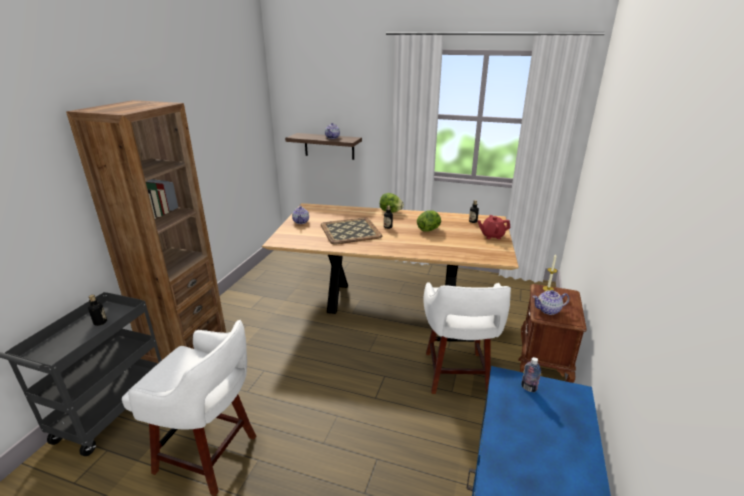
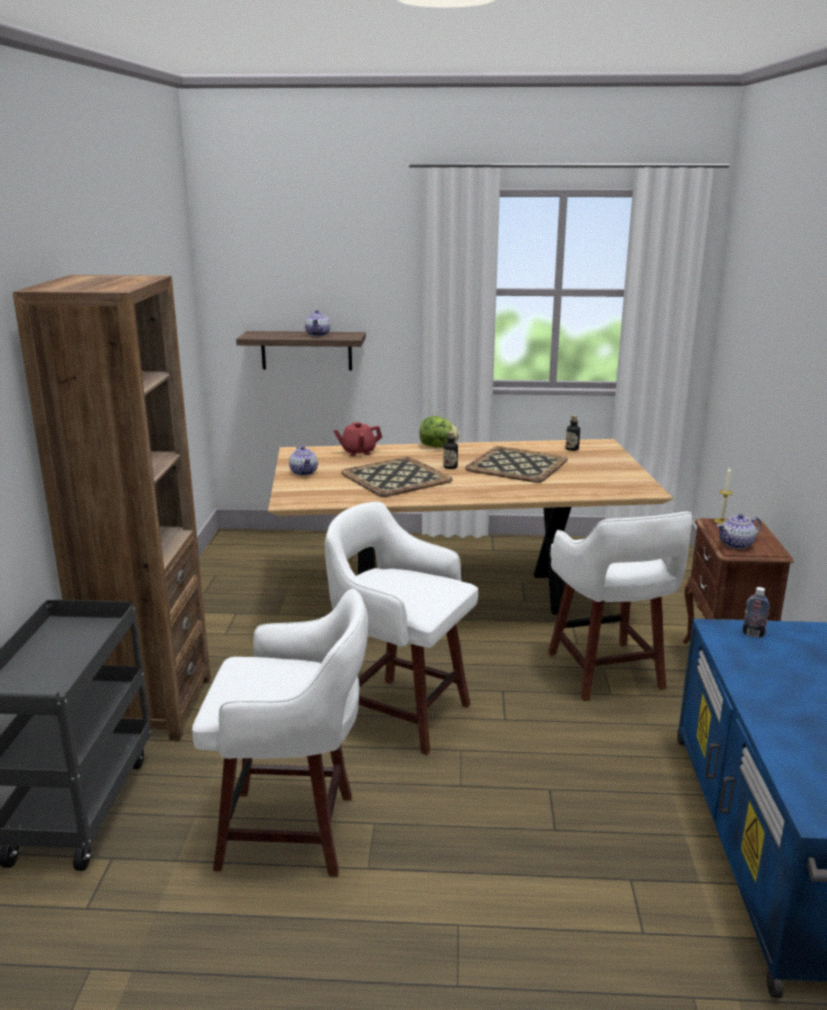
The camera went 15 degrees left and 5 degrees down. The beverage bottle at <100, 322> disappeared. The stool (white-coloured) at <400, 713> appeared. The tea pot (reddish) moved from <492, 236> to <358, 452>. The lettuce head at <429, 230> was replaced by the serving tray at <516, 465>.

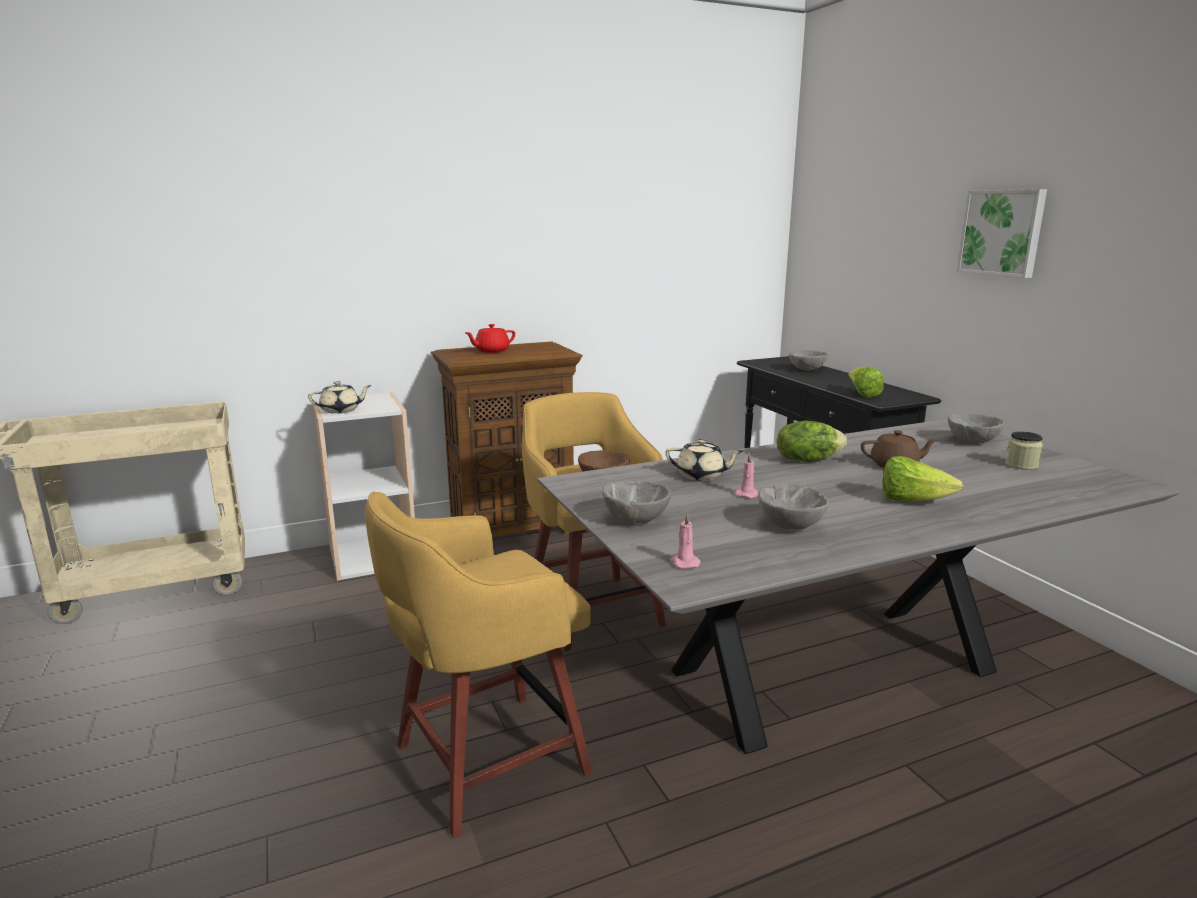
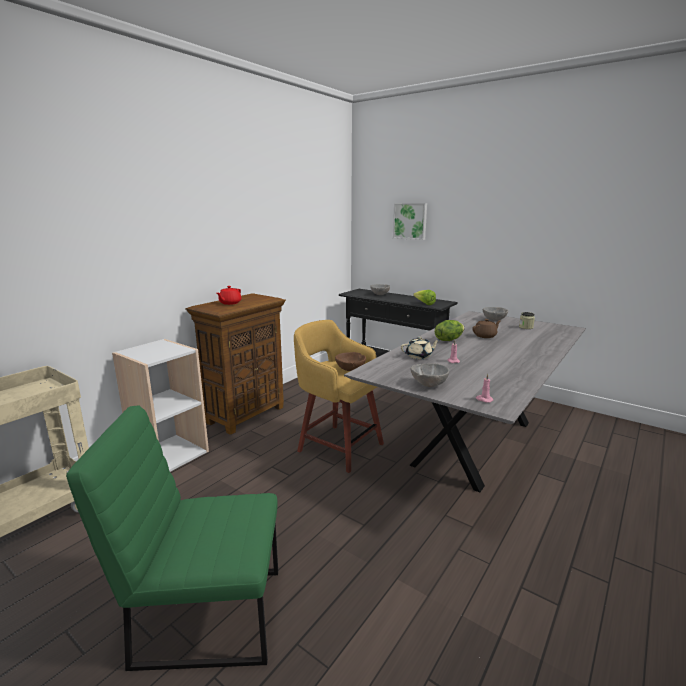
The camera went 30 degrees left and 0 degrees up. The tea pot (sand-coloured) at <341, 410> disappeared. The stool (yellow) at <485, 761> disappeared. The serving bowl (greyish) at <789, 525> disappeared. The lettuce head at <911, 501> disappeared. The chair (green-coloured) at <206, 614> appeared. The wall picture moved from <1002, 232> to <410, 221>.

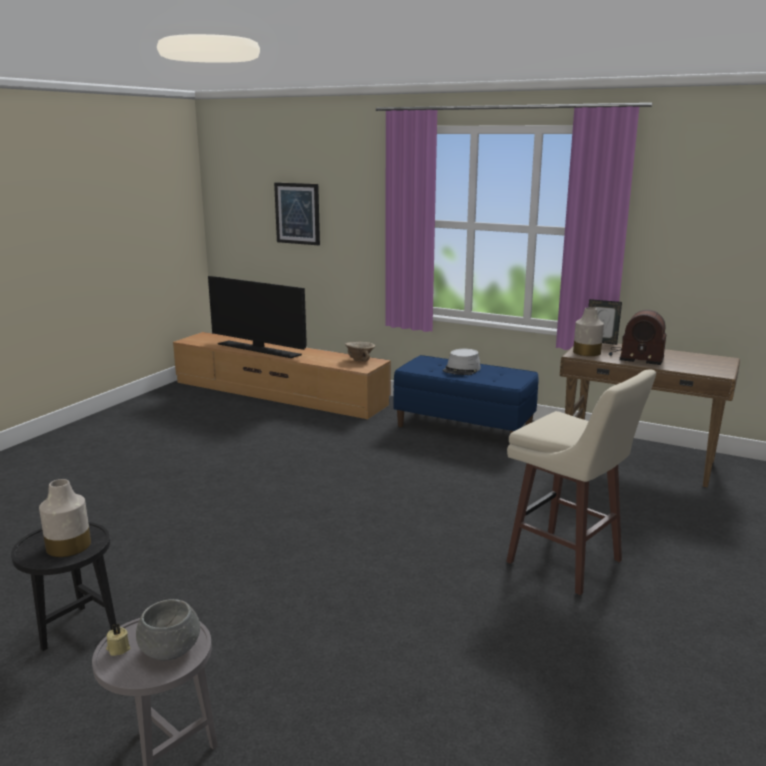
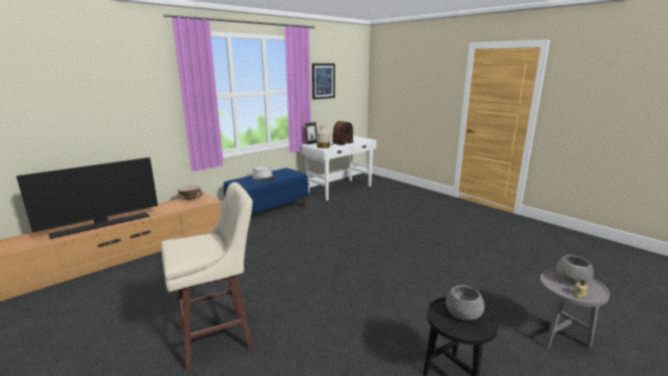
The camera went 70 degrees left and 0 degrees up. The wall picture moved from <297, 213> to <323, 81>. The stool (sand-coloured) moved from <567, 563> to <218, 339>. The vase (sand-coloured) at <68, 546> was replaced by the serving bowl (greyish) at <463, 314>. The console table (brown-coloured) at <639, 460> became the console table (white-coloured) at <339, 189>.

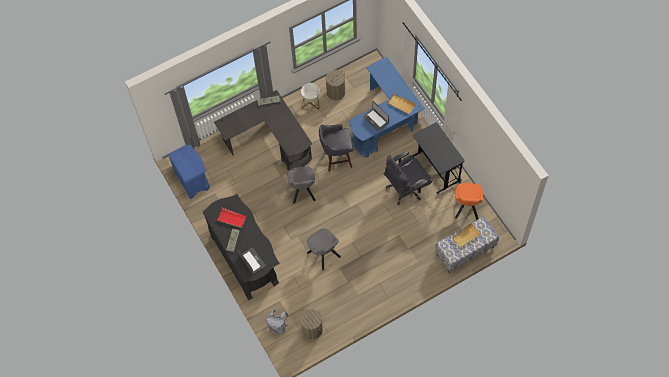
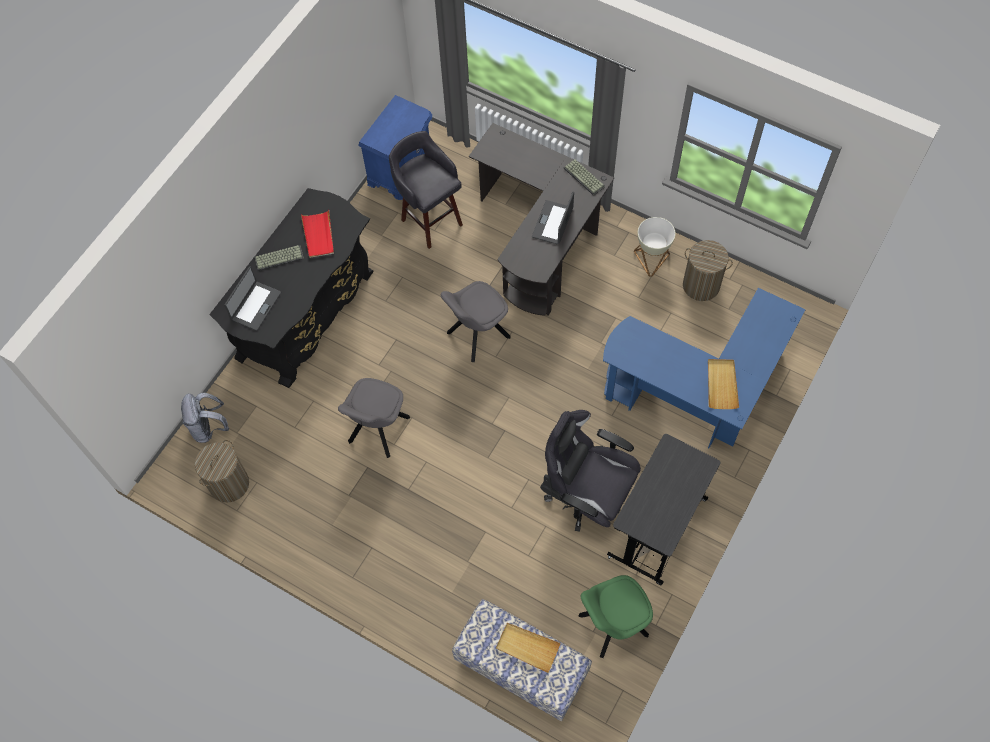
The camera went 60 degrees right and 0 degrees up. The stool (greyish) moved from <336, 159> to <430, 220>. The laptop moved from <375, 119> to <553, 223>. The chair (orangey) at <466, 208> became the chair (green-coloured) at <612, 624>.

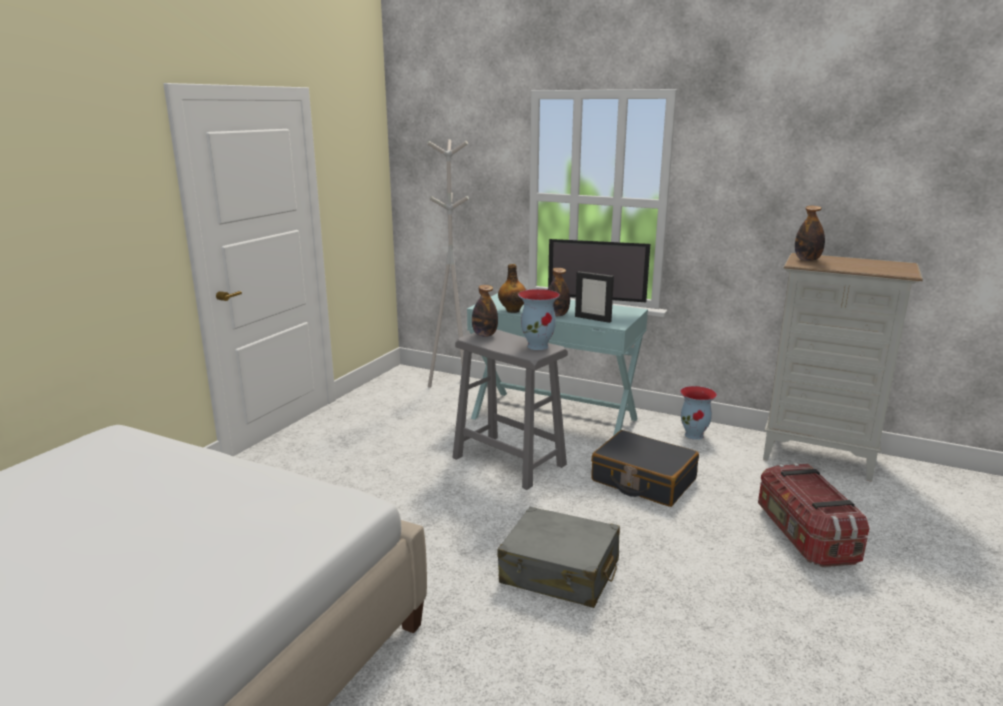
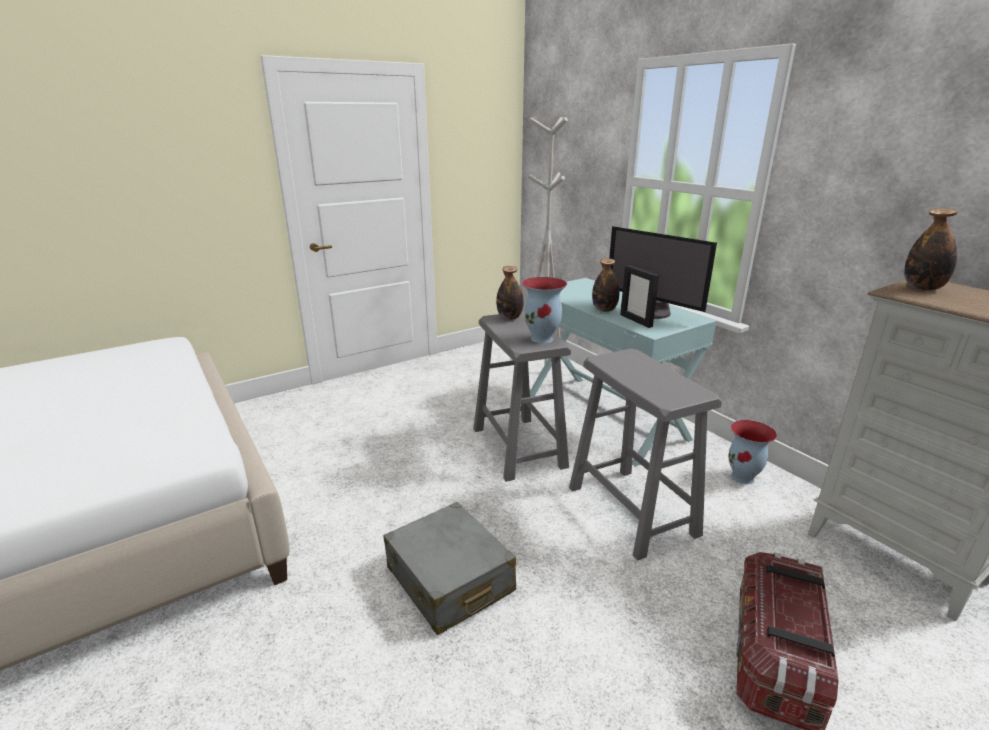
The camera went 30 degrees right and 5 degrees up. The beverage bottle at <512, 310> disappeared. The suitcase (blackish) at <643, 480> was replaced by the stool (greyish) at <632, 511>.

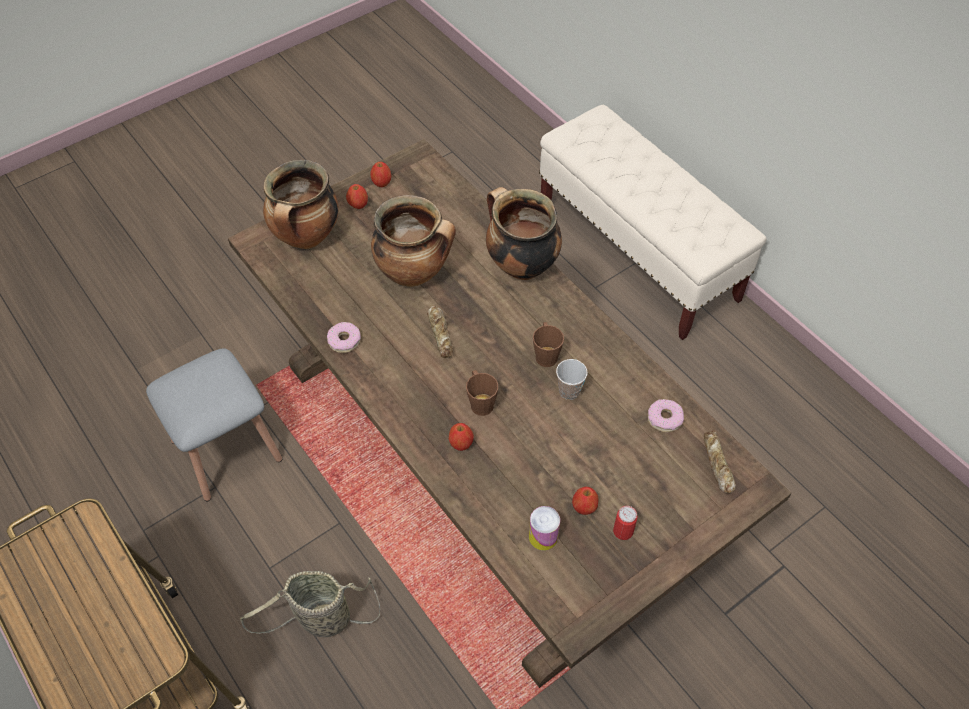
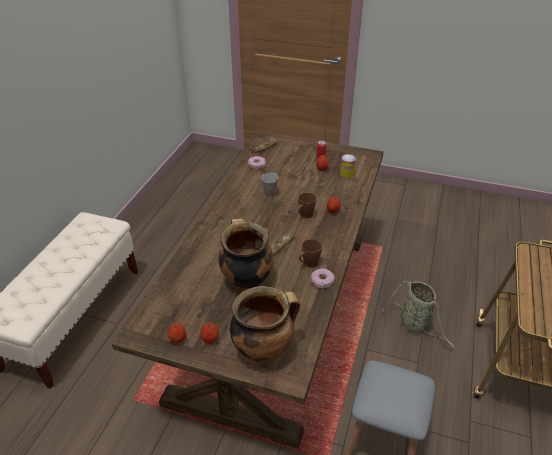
The camera went 125 degrees left and 15 degrees down. The saucepot at <520, 265> disappeared. The coffee mug (brown-coloured) moved from <546, 354> to <308, 264>.

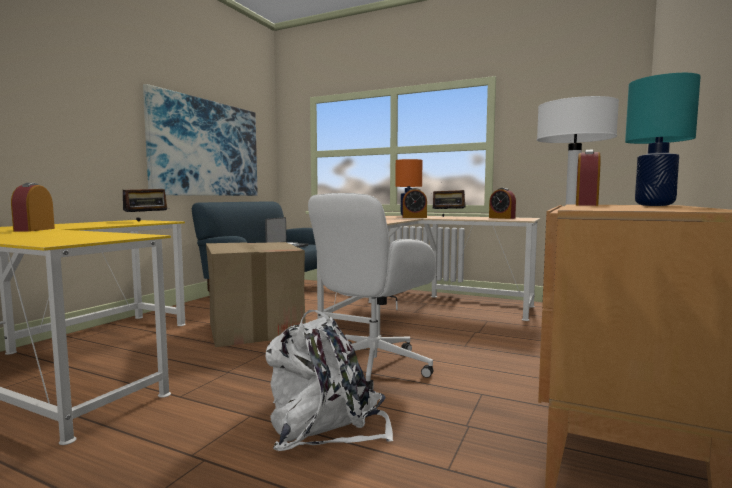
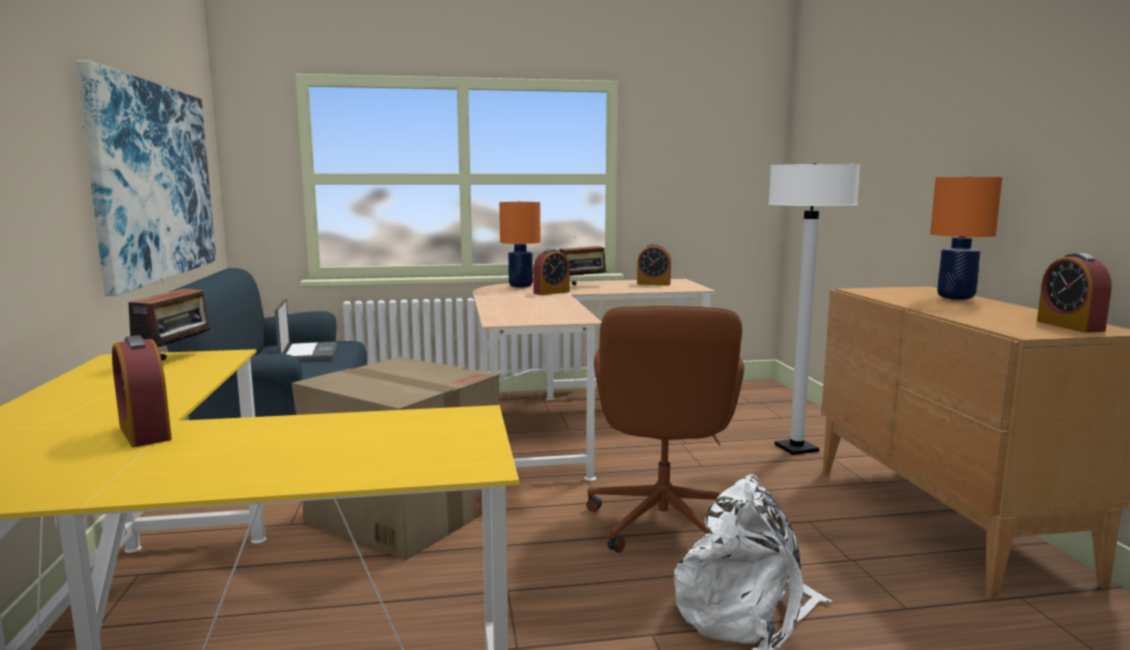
The camera went 35 degrees left and 5 degrees up. The bedside clock moved from <586, 205> to <1070, 326>. The office chair (white-coloured) at <373, 367> became the office chair (brown-coloured) at <662, 523>. The tabletop lamp (turquoise) at <655, 206> became the tabletop lamp (orangey) at <956, 298>.

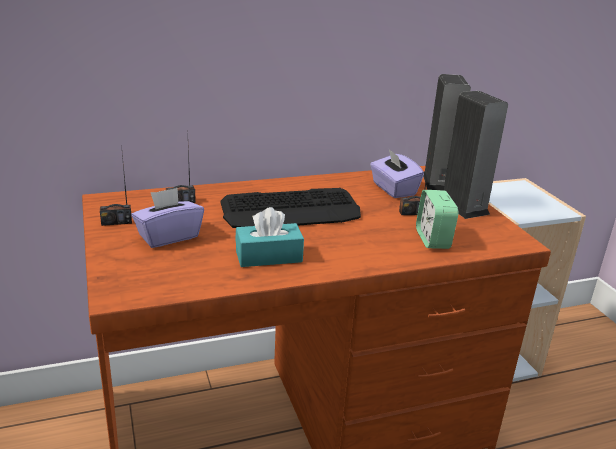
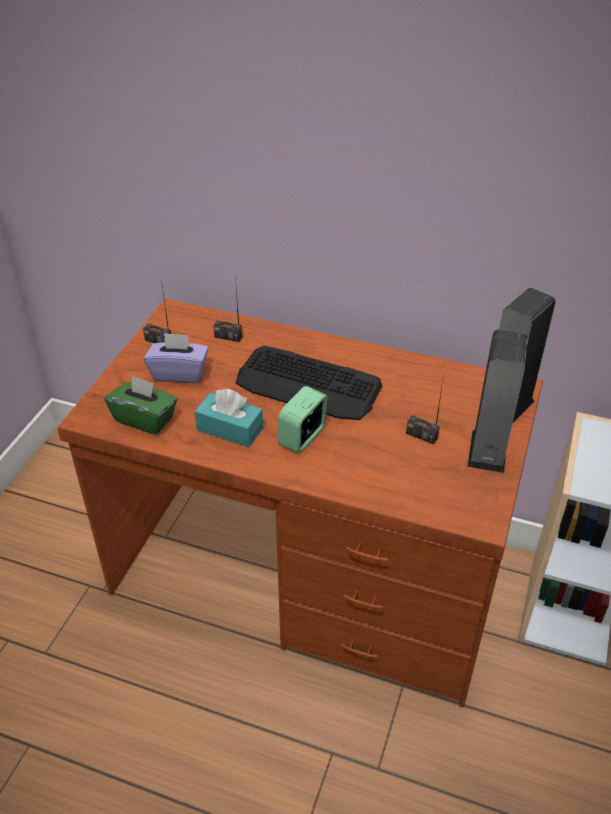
The camera went 40 degrees right and 15 degrees up. The tissue box (purplish) at <393, 189> disappeared. The tissue box (green-coloured) at <145, 419> appeared. The bedside clock moved from <433, 239> to <302, 437>.

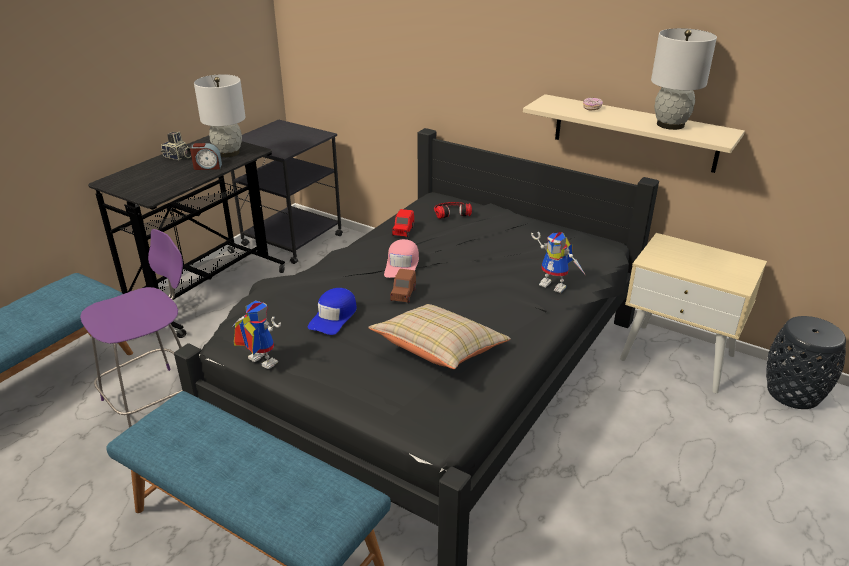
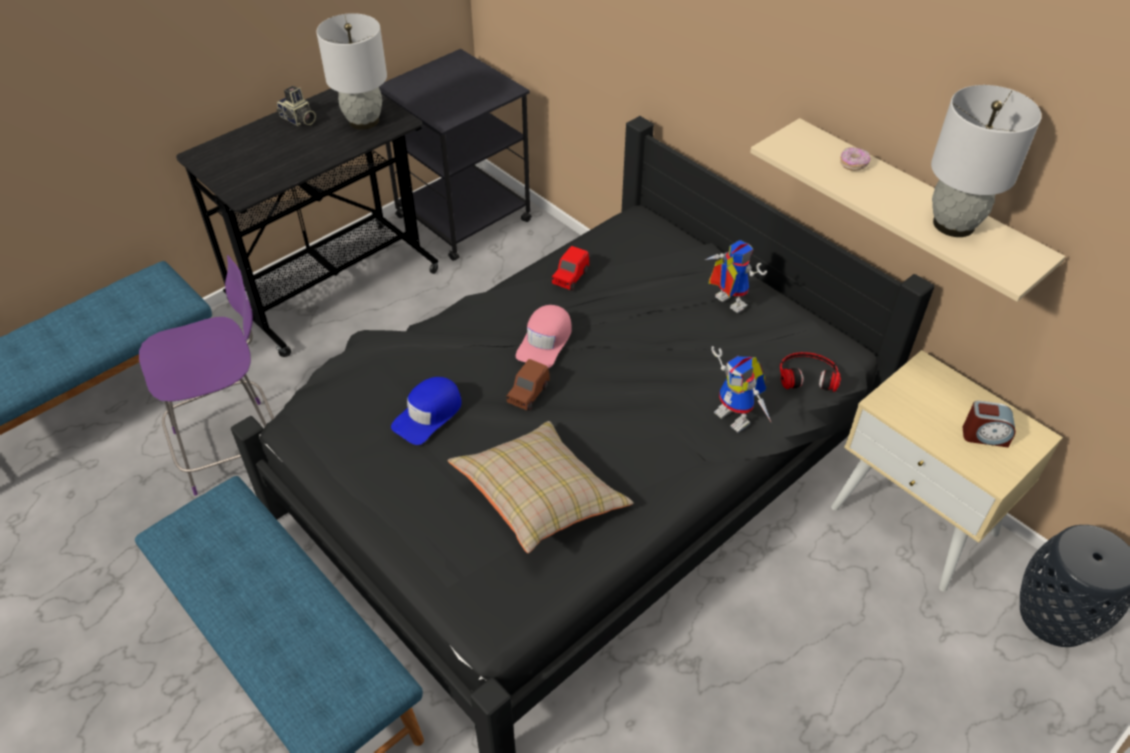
The camera went 15 degrees right and 15 degrees up. The bedside clock moved from <207, 167> to <985, 435>. The toy robot moved from <257, 362> to <725, 303>. The pair of headphones moved from <451, 212> to <807, 375>.

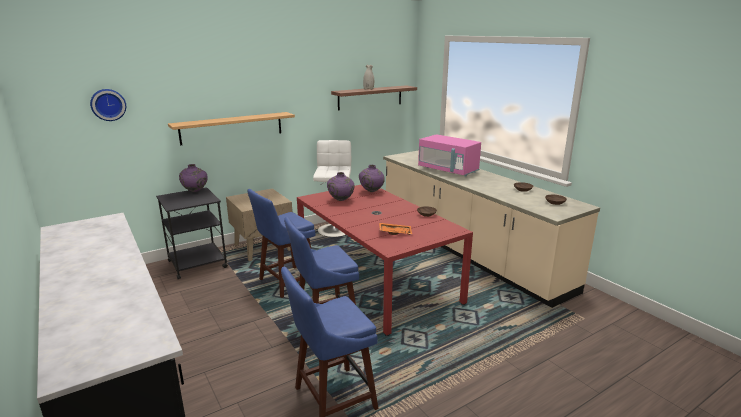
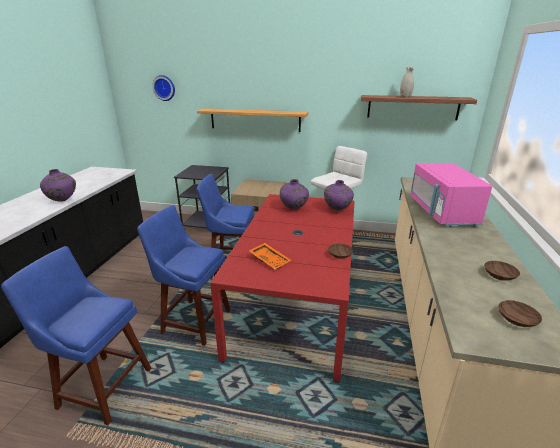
The camera went 45 degrees right and 5 degrees up. The vase (purplish) moved from <195, 191> to <63, 201>.

